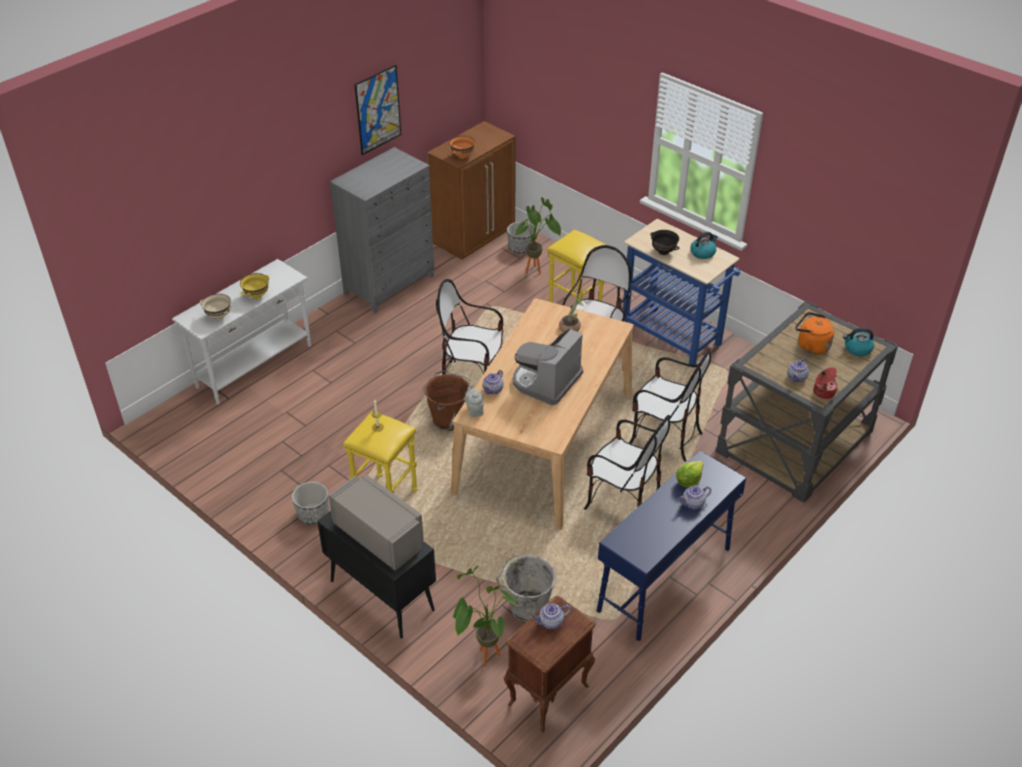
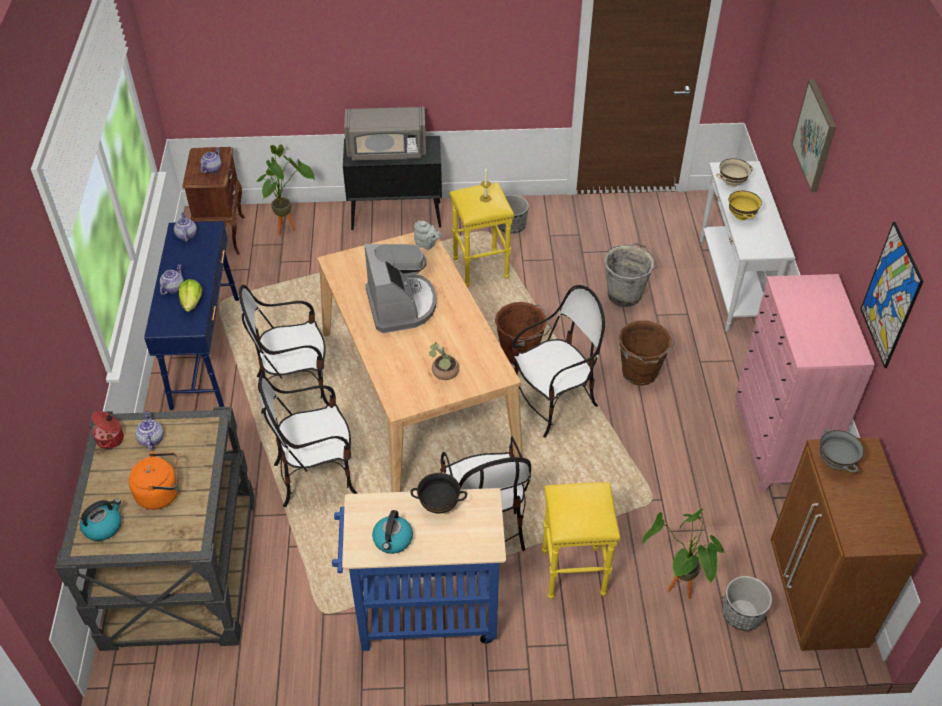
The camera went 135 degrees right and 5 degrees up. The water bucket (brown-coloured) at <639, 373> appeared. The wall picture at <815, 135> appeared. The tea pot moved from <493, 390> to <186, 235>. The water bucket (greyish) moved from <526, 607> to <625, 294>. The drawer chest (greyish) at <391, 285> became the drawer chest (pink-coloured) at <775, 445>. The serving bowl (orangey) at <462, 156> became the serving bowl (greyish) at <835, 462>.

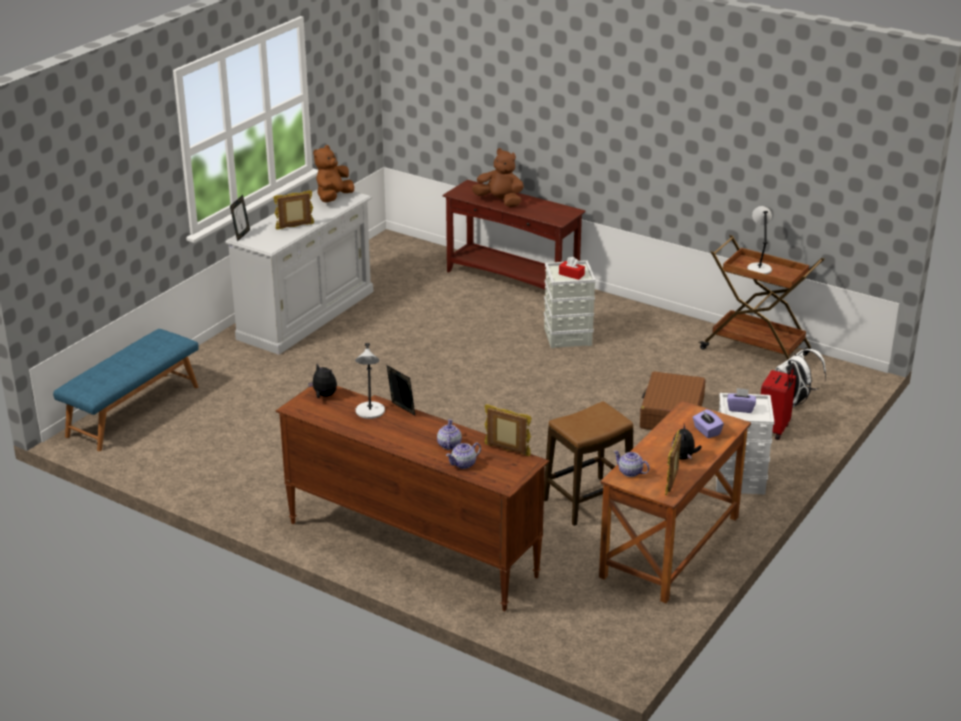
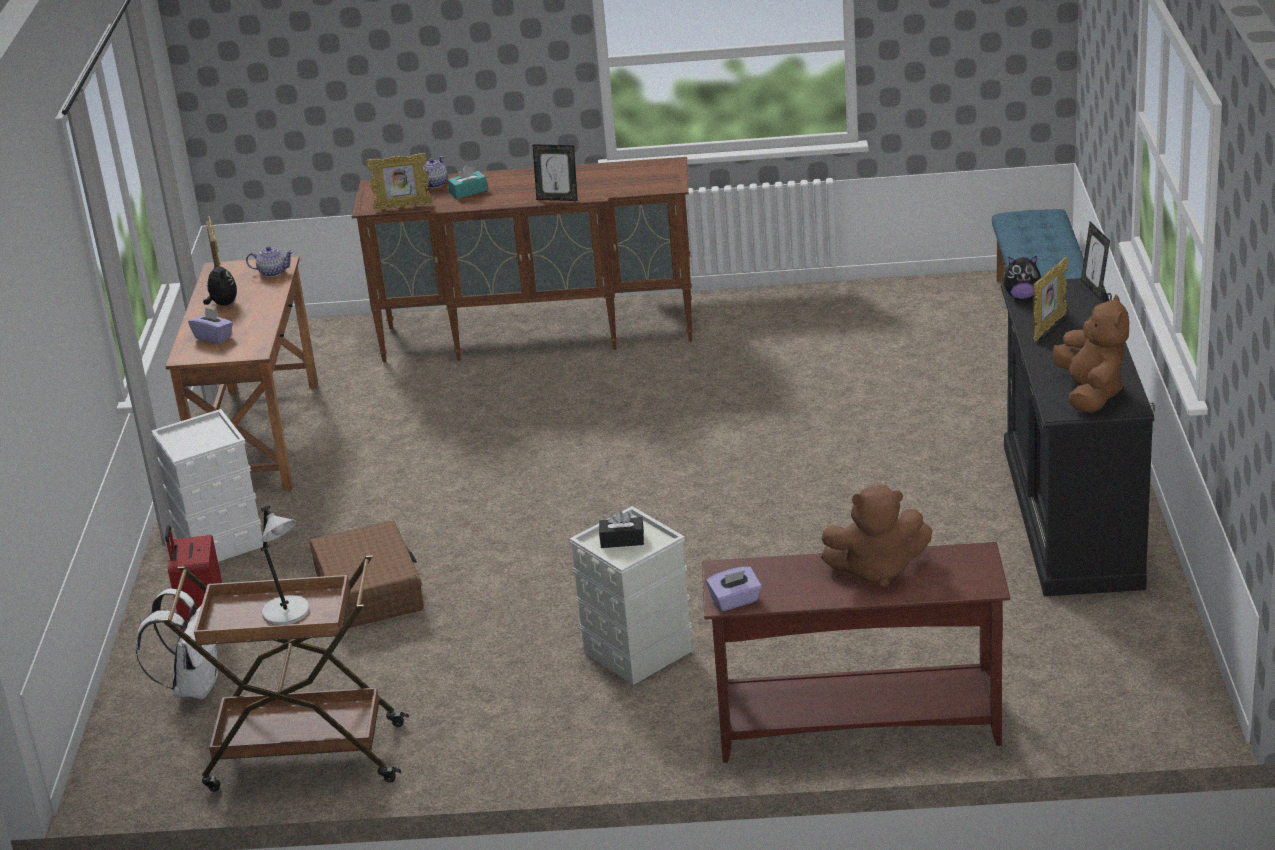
The camera went 150 degrees right and 0 degrees up. The tabletop lamp (greyish) at <370, 412> disappeared. The stool at <587, 501> disappeared. The soft toy moved from <324, 396> to <1022, 296>. The tissue box (purplish) moved from <740, 408> to <735, 601>. The tea pot at <449, 445> was replaced by the tissue box (turquoise) at <468, 191>. The drawer chest (white-coloured) at <306, 314> became the drawer chest (blackish) at <1071, 515>. The tissue box (reddish) at <571, 274> became the tissue box (blackish) at <622, 540>.

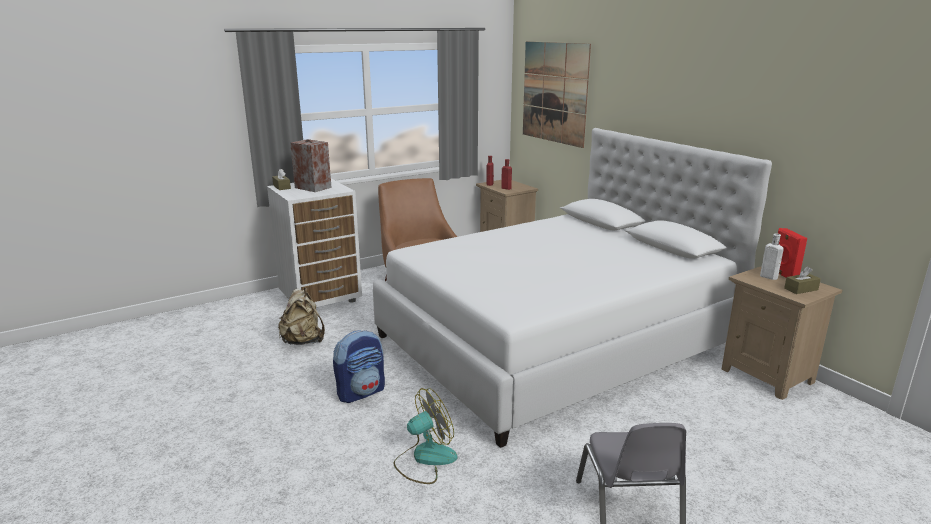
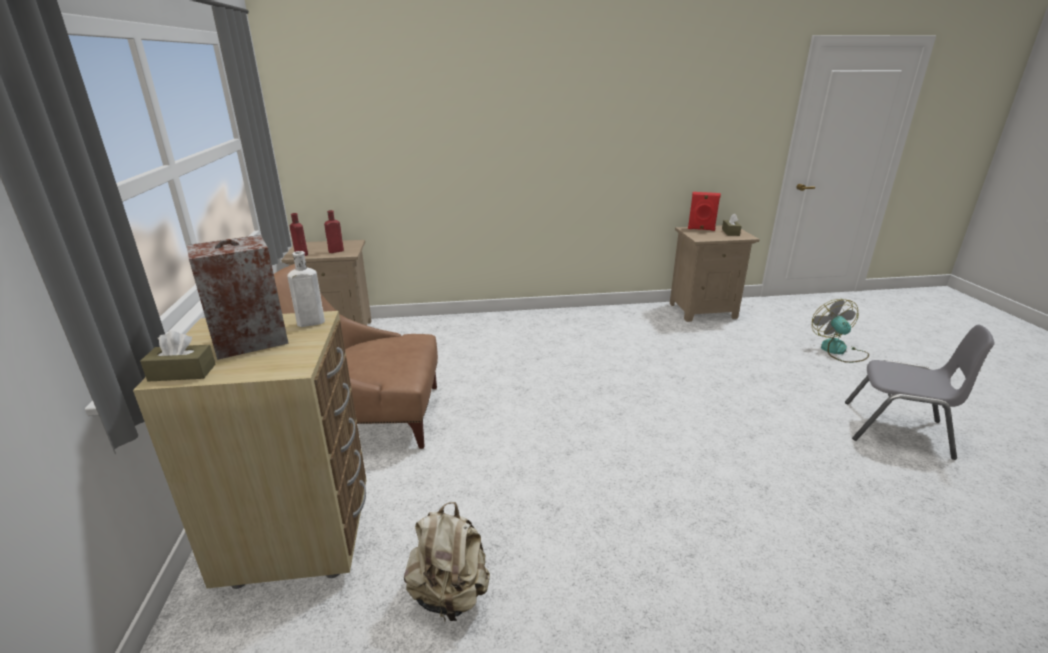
The camera went 65 degrees left and 5 degrees up. The rucksack at <361, 392> disappeared. The bed (white-coloured) at <555, 342> disappeared. The wall picture at <554, 92> disappeared. The cooling fan moved from <425, 459> to <838, 351>. The beverage bottle (white-coloured) moved from <767, 276> to <309, 323>. The drawer chest (white-coloured) at <321, 299> became the drawer chest (brown-coloured) at <300, 538>.

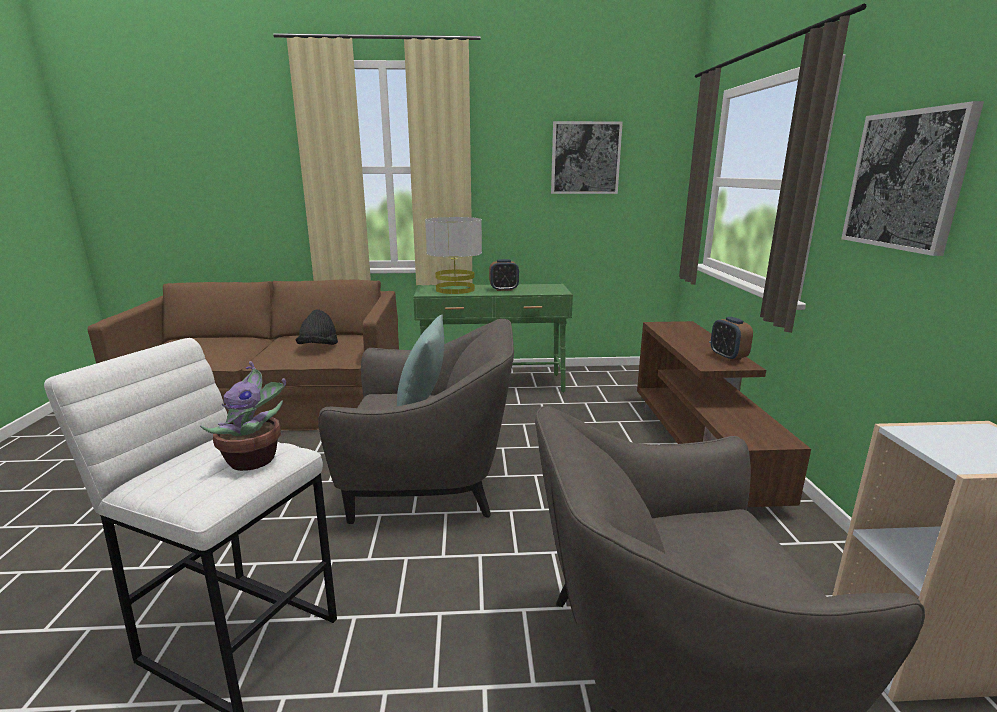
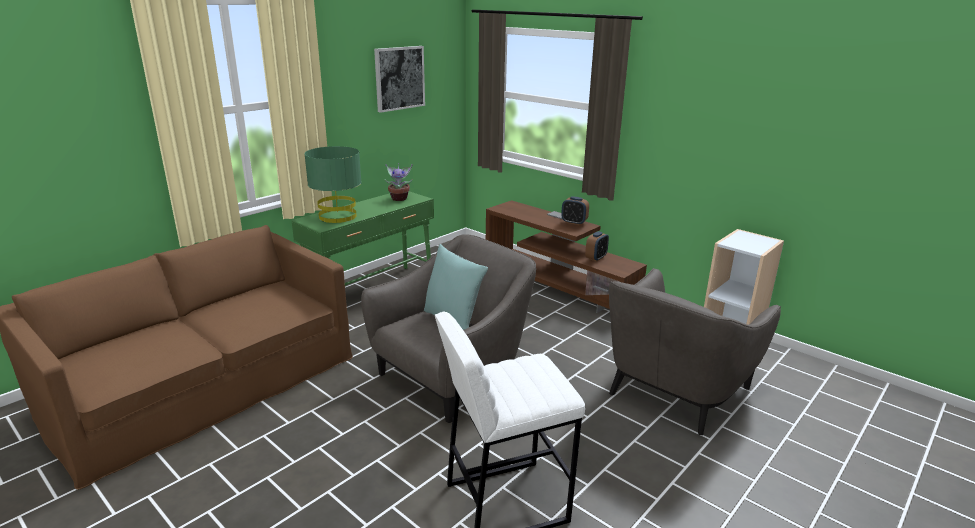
The camera went 45 degrees left and 5 degrees up. The hat (blackish) at <318, 348> disappeared. The wall picture at <906, 180> disappeared. The houseplant moved from <255, 460> to <399, 198>. The bedside clock moved from <504, 289> to <596, 258>. The tabletop lamp (greyish) at <455, 289> became the tabletop lamp (green-coloured) at <337, 216>.

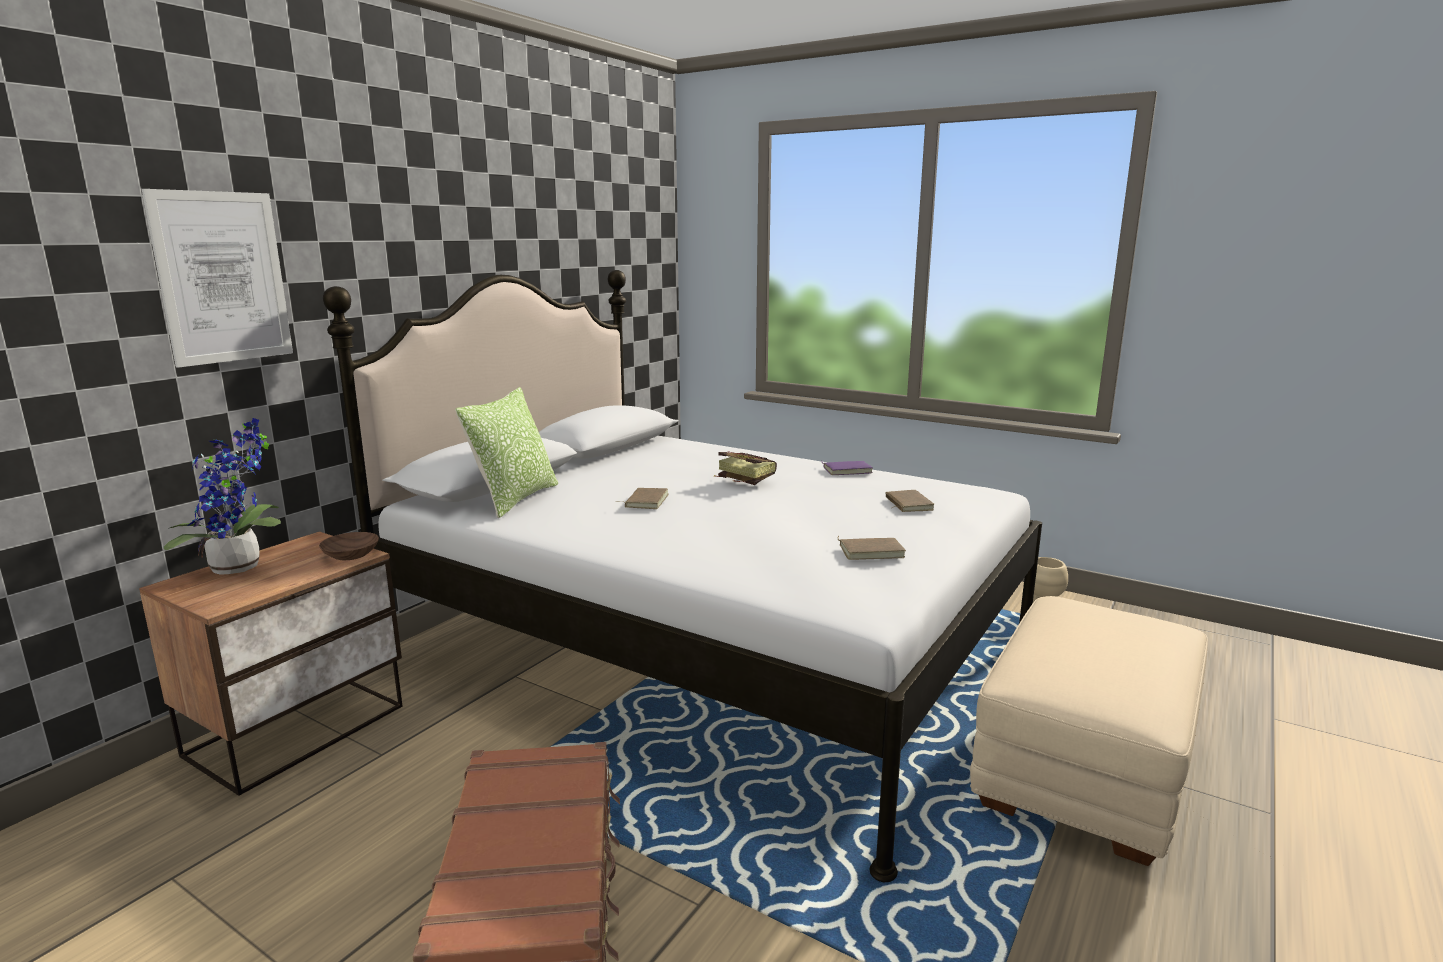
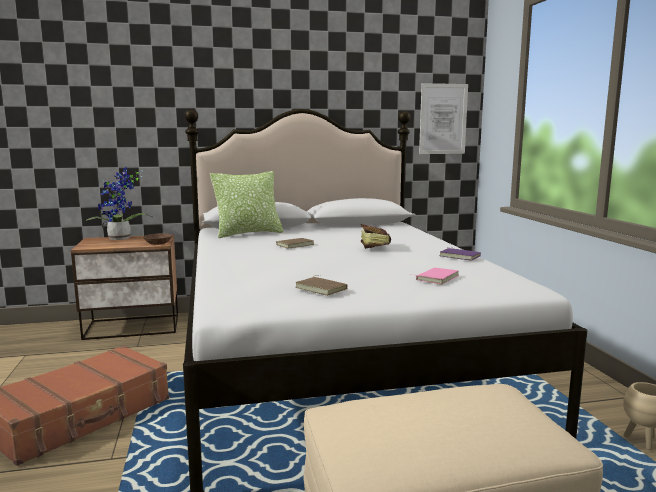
The camera went 45 degrees right and 5 degrees down. The wall picture moved from <222, 277> to <443, 119>. The bound book (brown-coloured) at <907, 504> became the bound book (pink-coloured) at <436, 278>.

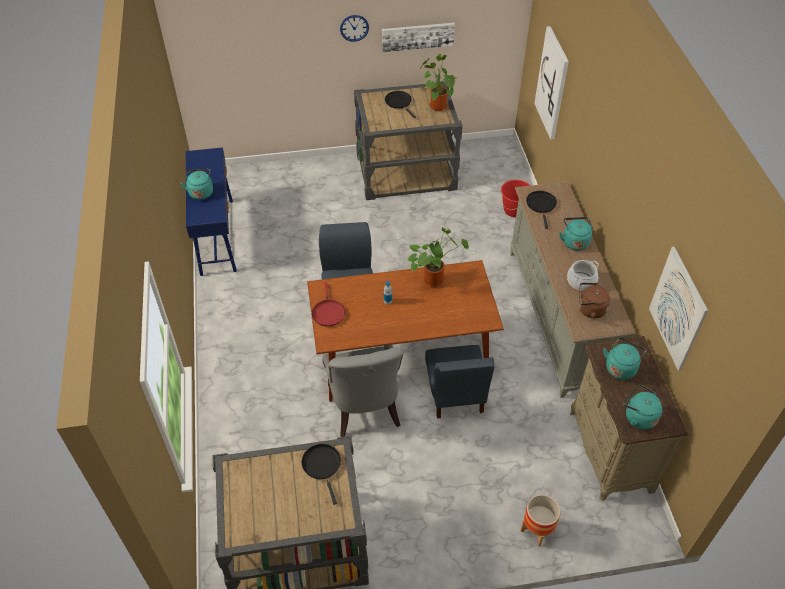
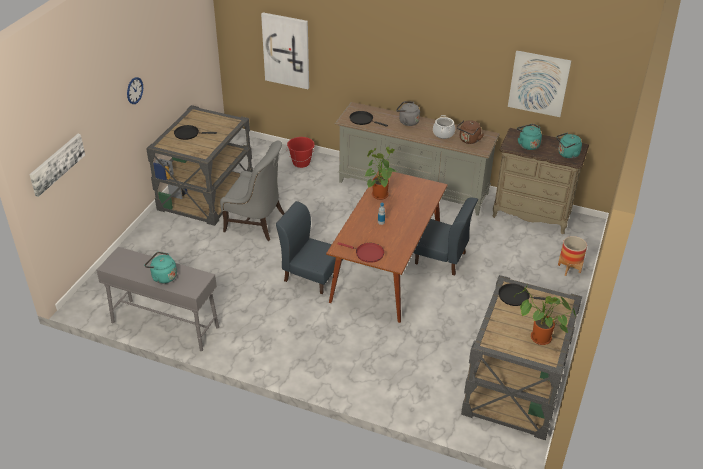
The camera went 60 degrees left and 10 degrees down. The chair (greyish) moved from <364, 406> to <256, 223>. The wall picture moved from <417, 36> to <56, 164>. The houseplant moved from <436, 105> to <538, 339>. The console table (blue) at <217, 237> became the console table (greyish) at <165, 324>. The tea kettle (turquoise) at <574, 241> became the tea kettle (greyish) at <407, 122>.

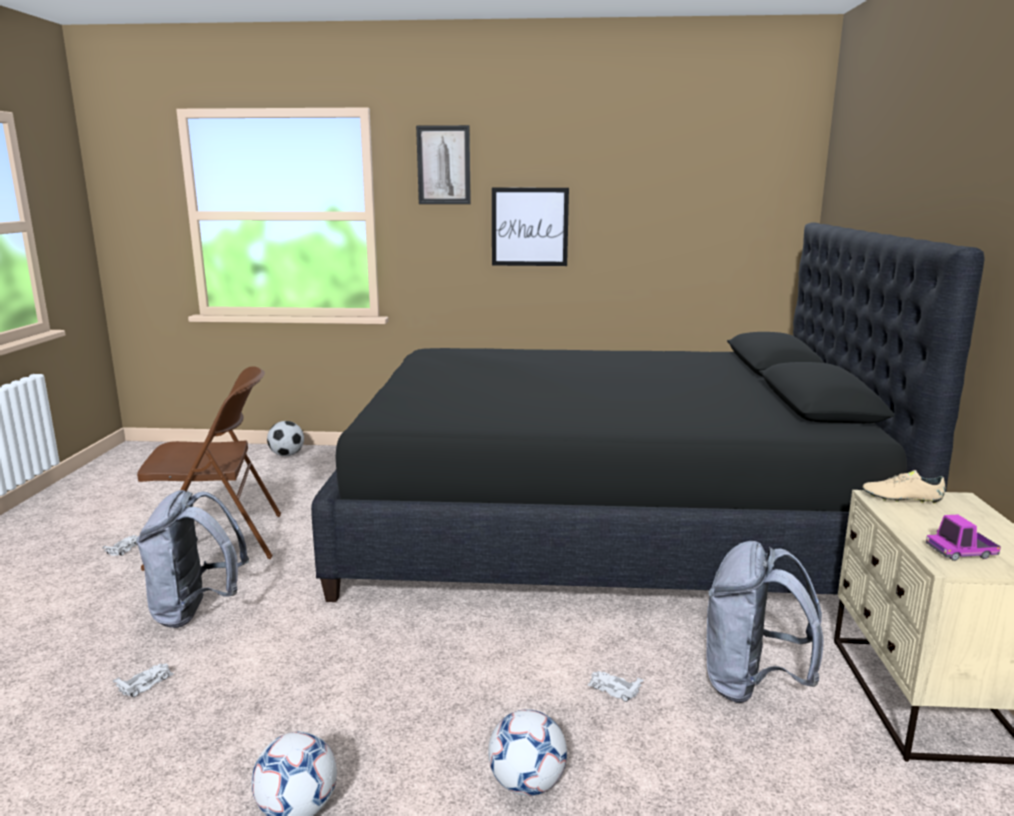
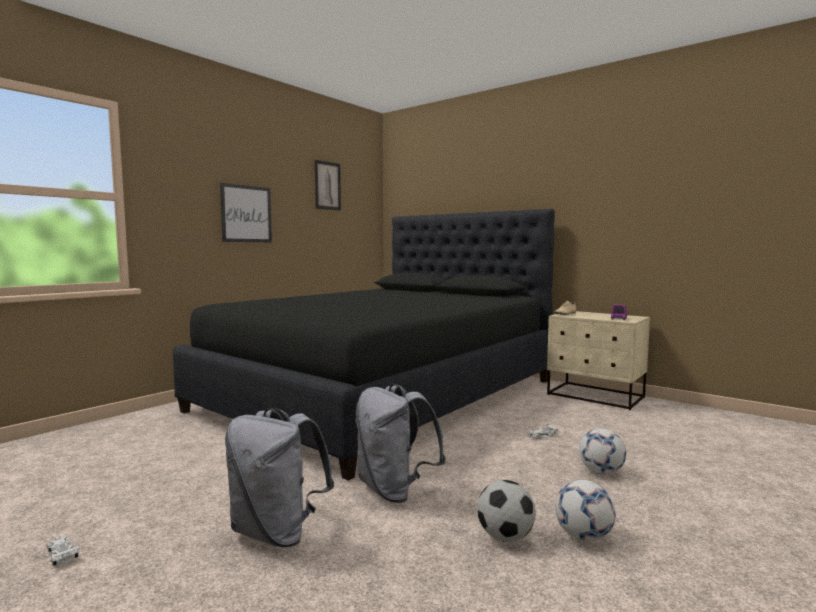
The camera went 55 degrees left and 10 degrees down. The toy car (white-coloured) at <146, 684> disappeared. The chair (brown-coloured) at <216, 541> disappeared. The football moved from <287, 455> to <505, 537>. The wall picture moved from <443, 165> to <327, 185>. The rucksack (greyish) moved from <752, 684> to <394, 490>.

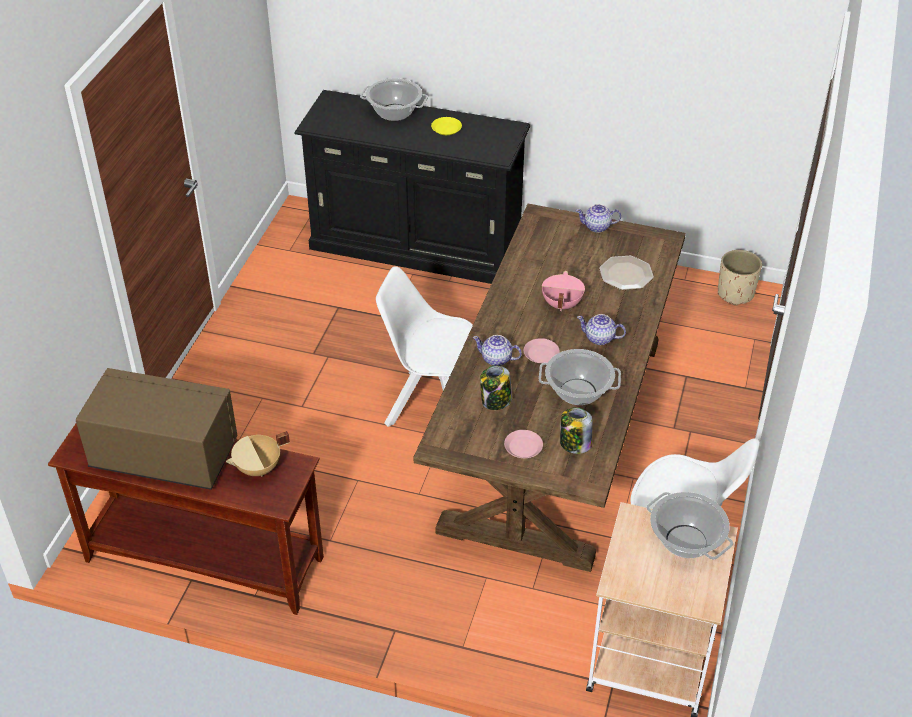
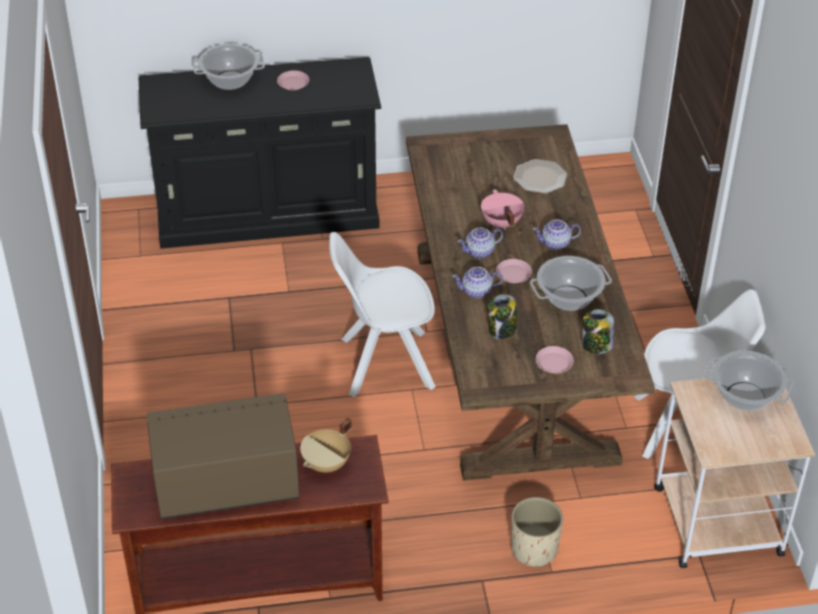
The camera went 25 degrees left and 0 degrees up. The tea pot moved from <597, 227> to <480, 252>. The planter (sand-coloured) moved from <735, 294> to <534, 550>. The flat dish (yellow) at <446, 129> became the flat dish (pink-coloured) at <293, 83>.

